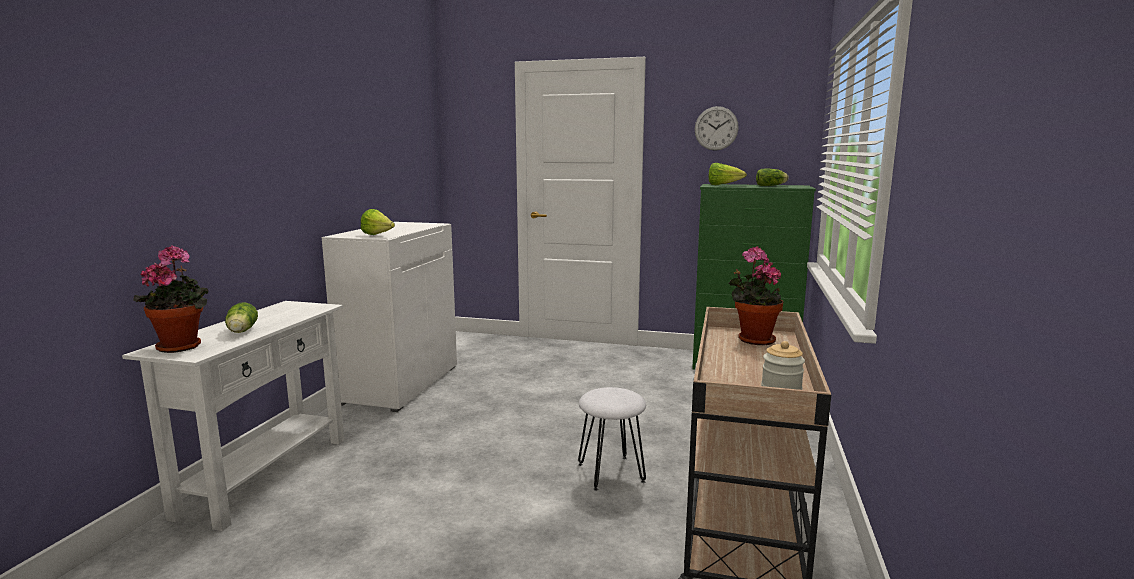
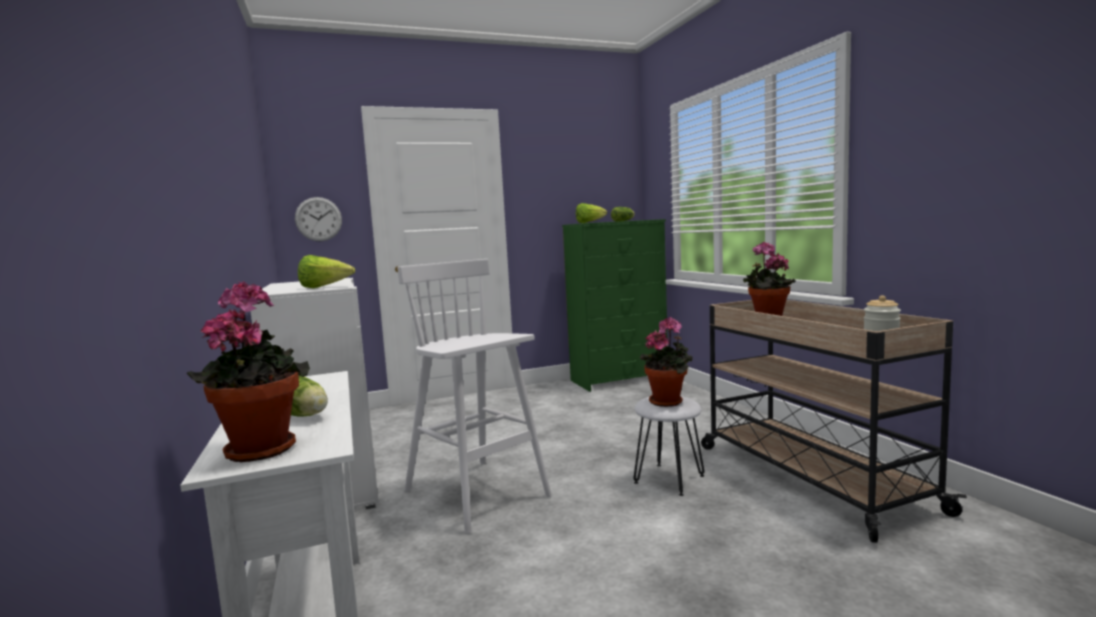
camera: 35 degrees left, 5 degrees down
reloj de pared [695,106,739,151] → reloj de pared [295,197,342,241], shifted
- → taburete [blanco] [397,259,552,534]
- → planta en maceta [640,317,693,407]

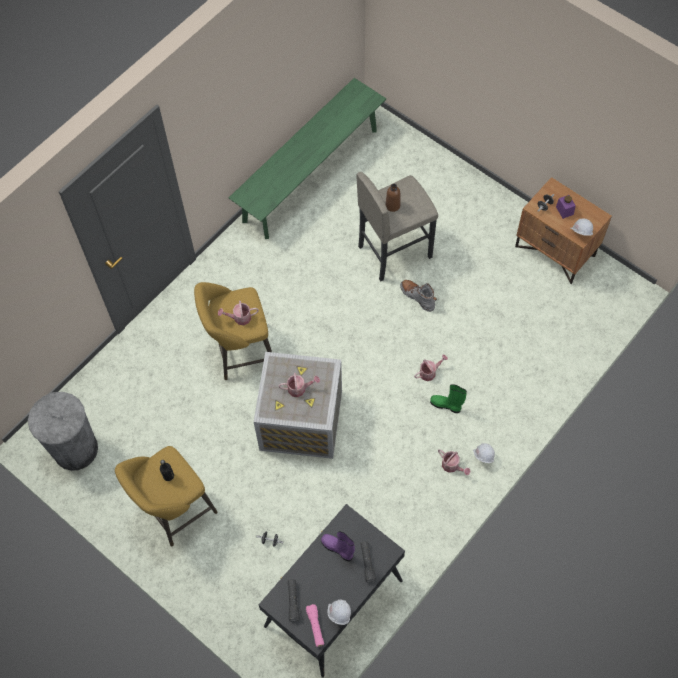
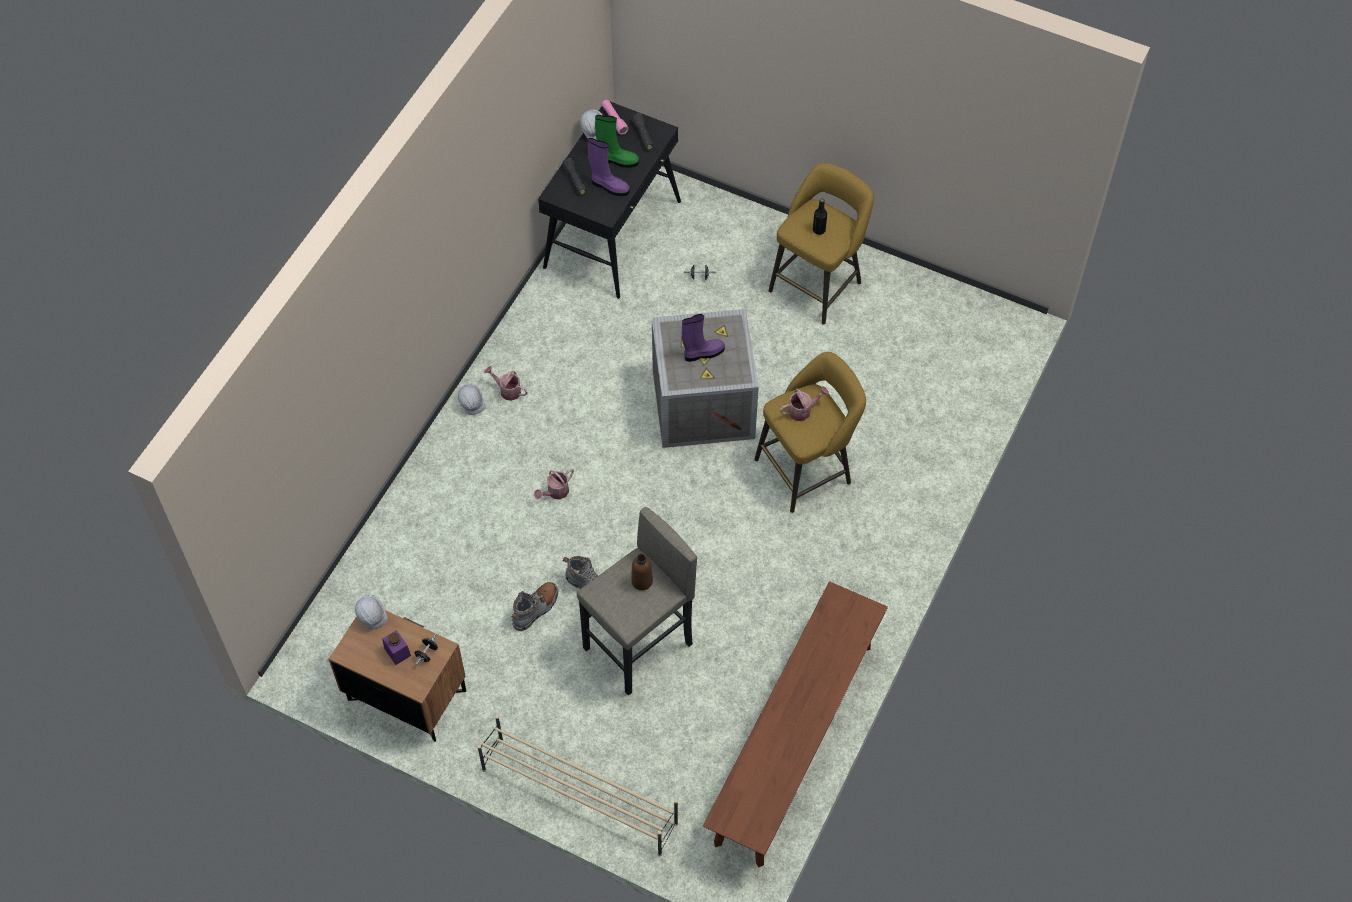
camera: 165 degrees right, 5 degrees down
banco [verde] [229,78,386,239] → banco [marrón] [703,581,888,868]
regadera [279,373,320,397] → bota [morado] [682,314,725,362]
bota [verde] [430,384,467,413] → bota [verde] [595,115,639,168], shifted
papelera [gris] [28,392,98,471] → -
- → bota [gris] [512,582,559,631]
- → zapatero [beis] [477,715,678,856]

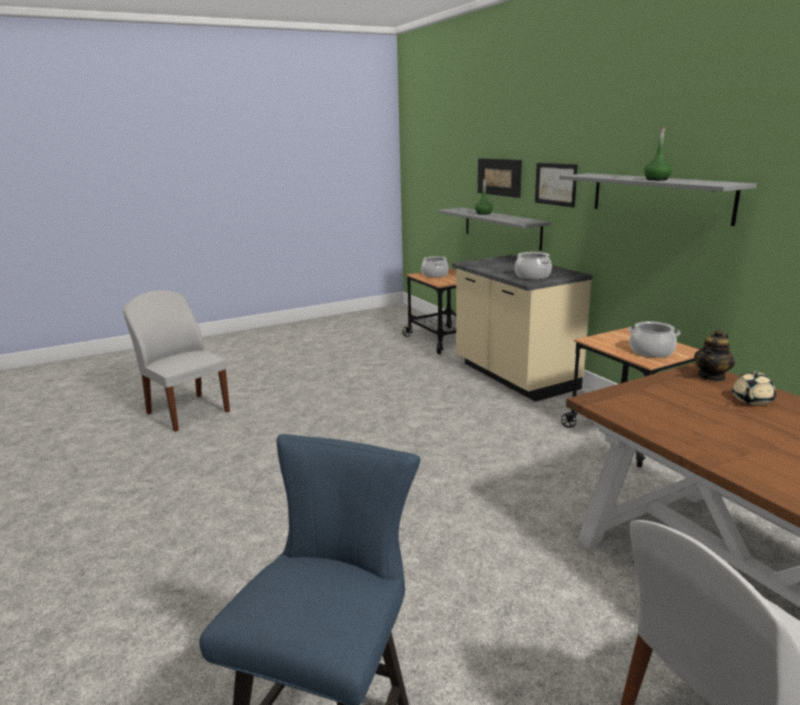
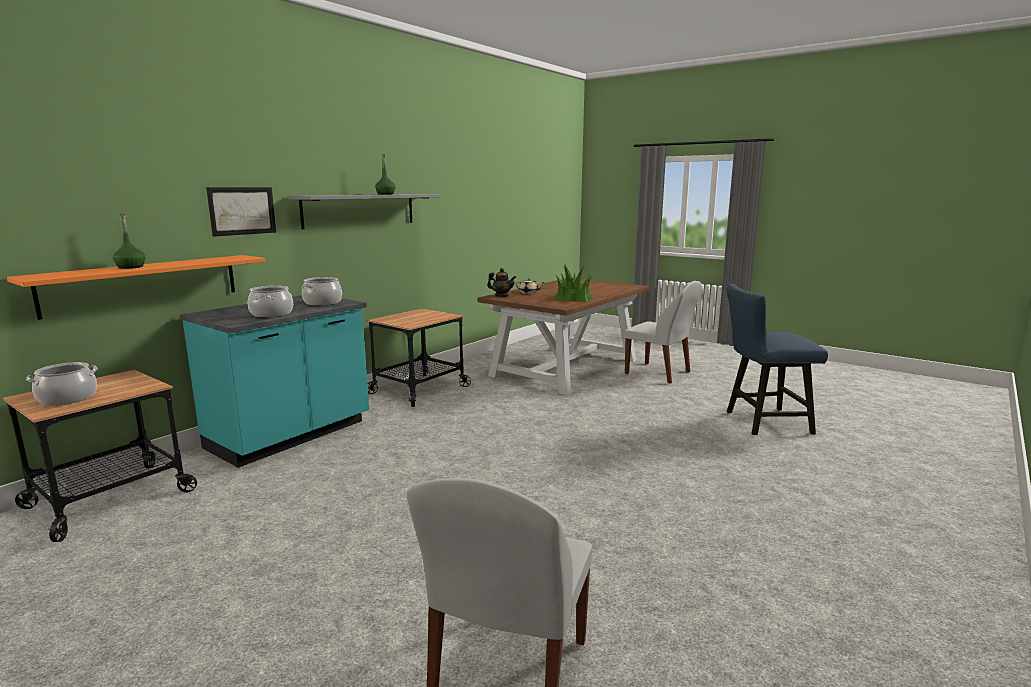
camera: 115 degrees left, 5 degrees down
cuadro [478,158,522,198] → -
estante [gris] [438,208,551,251] → estante [naranja] [7,255,266,320]
mueble bajo de cocina [beis] [452,255,593,402] → mueble bajo de cocina [turquesa] [180,295,369,468]
olla [628,321,681,358] → olla [248,286,293,317], shifted
- → planta en maceta [555,263,592,302]

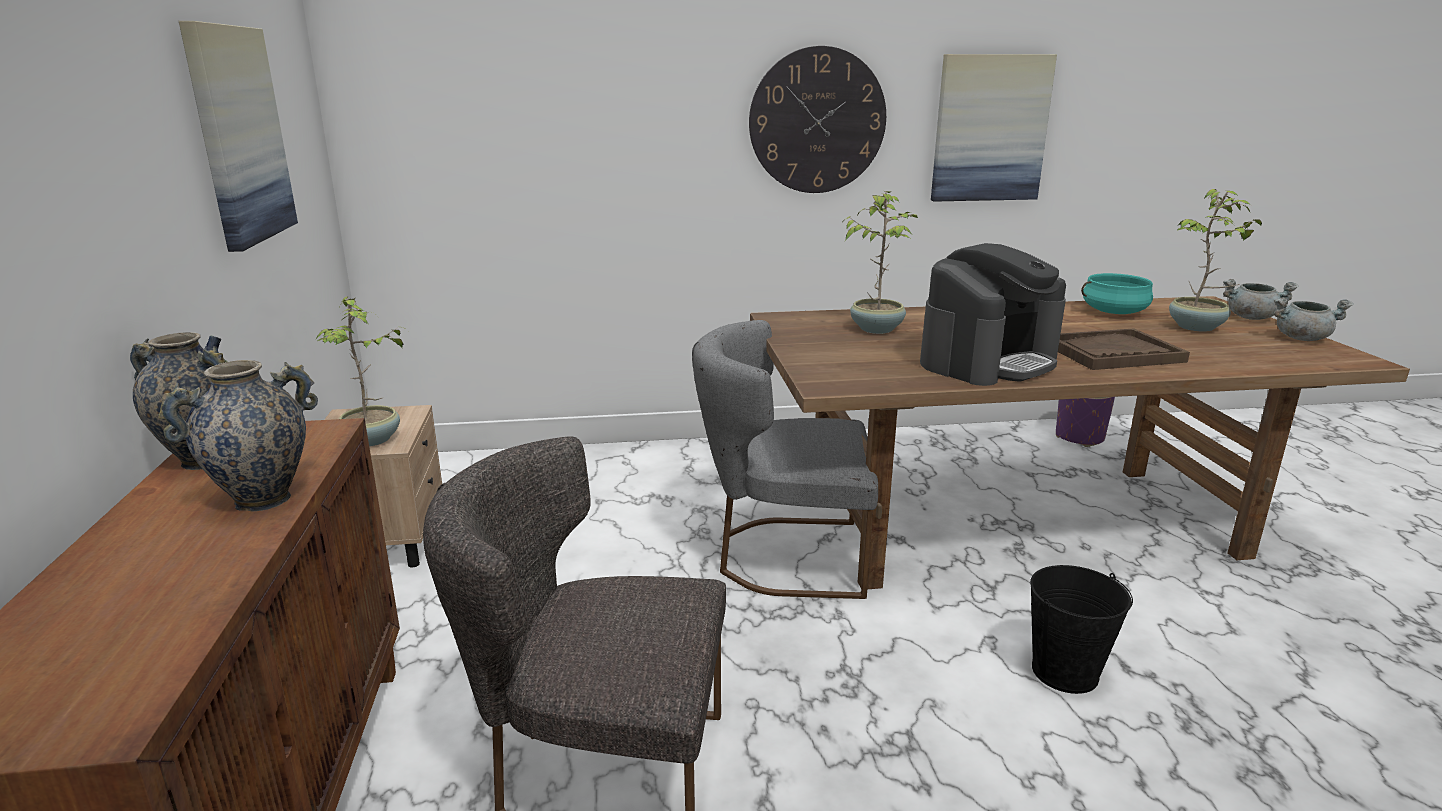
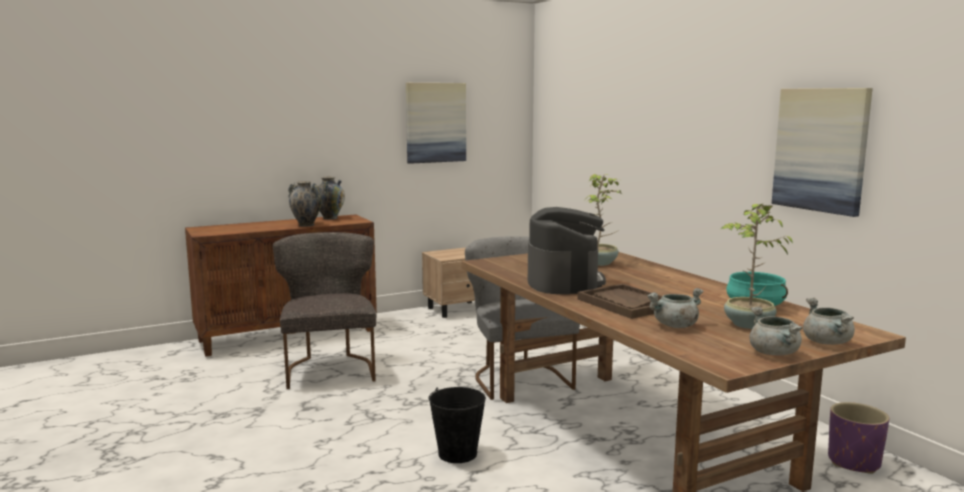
camera: 70 degrees right, 10 degrees down
reloj de pared [749,46,886,193] → -
cafetera [920,243,1066,386] → cafetera [528,207,606,294], 120 degrees counterclockwise
planta en maceta [316,296,407,446] → -
- → olla [gris] [647,288,704,328]

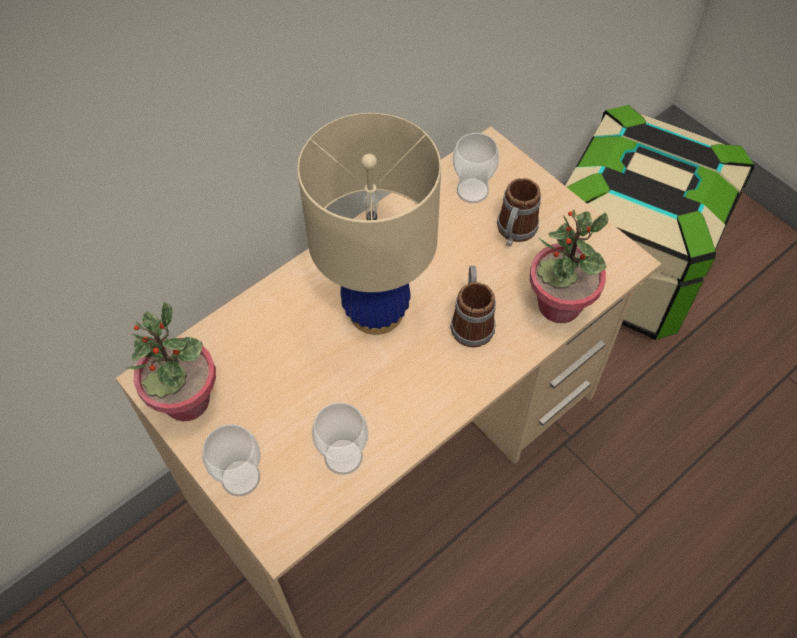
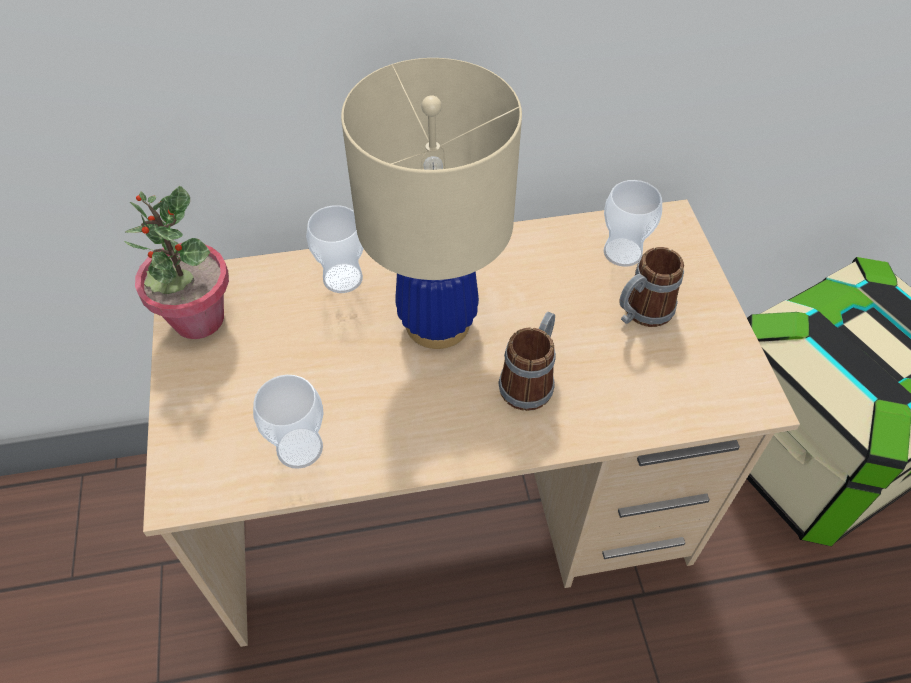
camera: 30 degrees right, 5 degrees down
planta en maceta [529,209,608,323] → -
taza [202,424,261,496] → taza [306,205,364,293], shifted

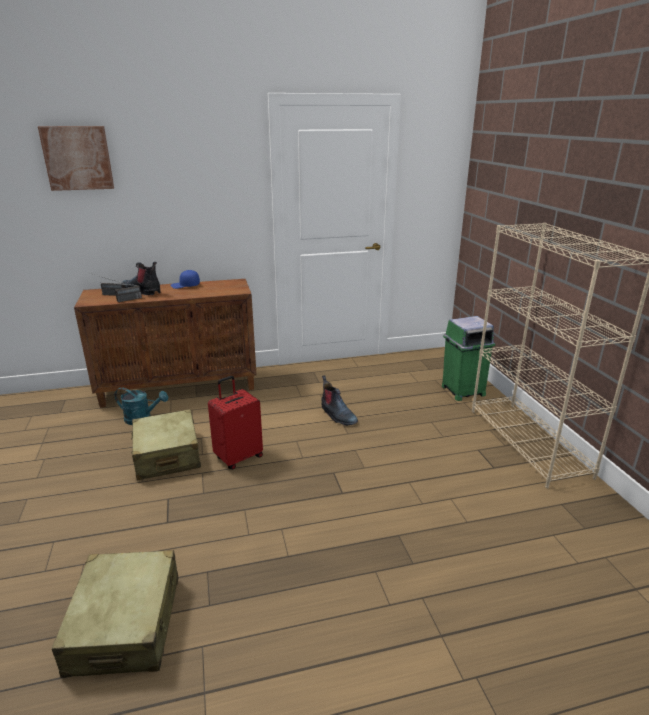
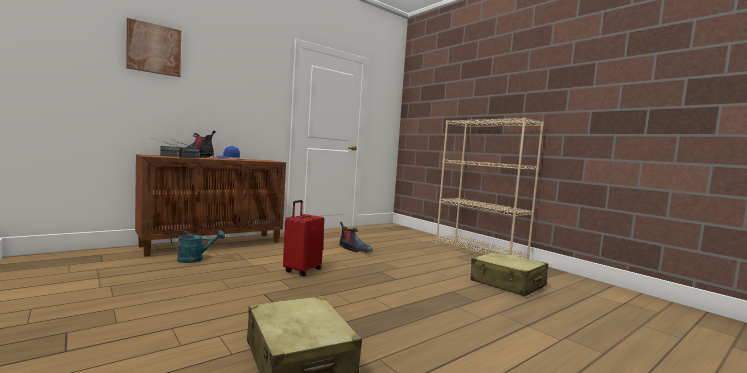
camera: 25 degrees left, 20 degrees down
papelera [verde] [442,316,495,401] → -
maleta [beis] [131,409,201,480] → maleta [beis] [470,251,548,296], shifted

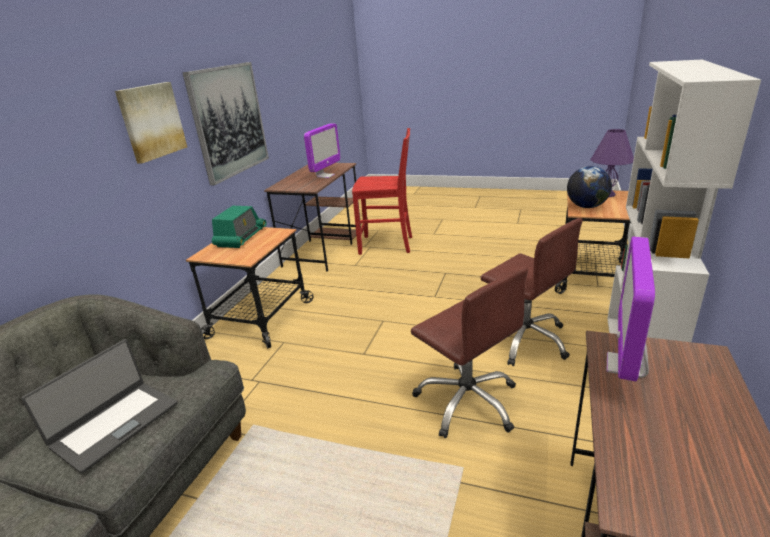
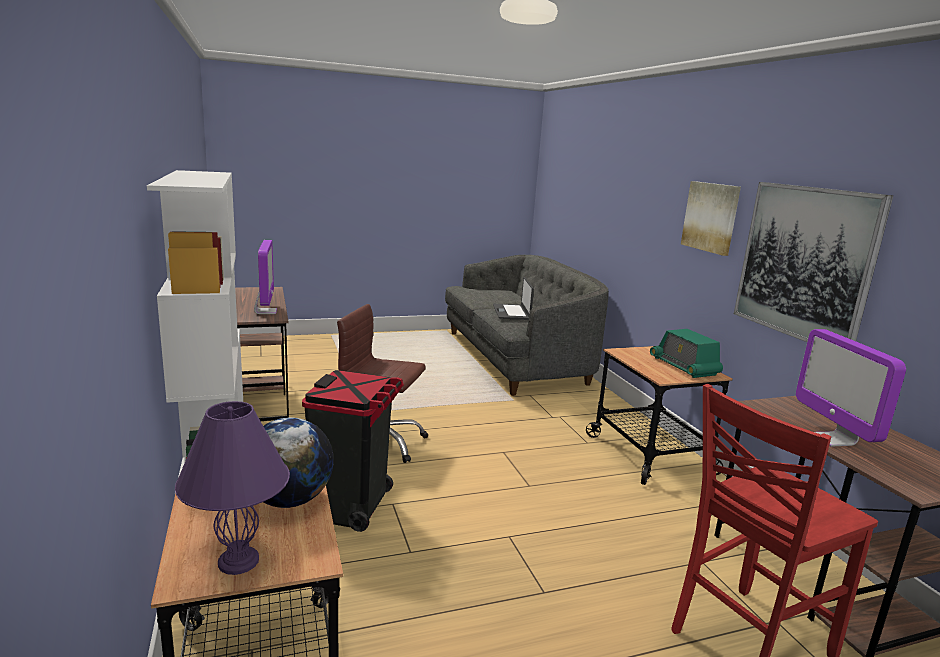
camera: 140 degrees right, 10 degrees down
silla de oficina [marrón] [481,218,583,366] → papelera [negro] [302,370,404,532]

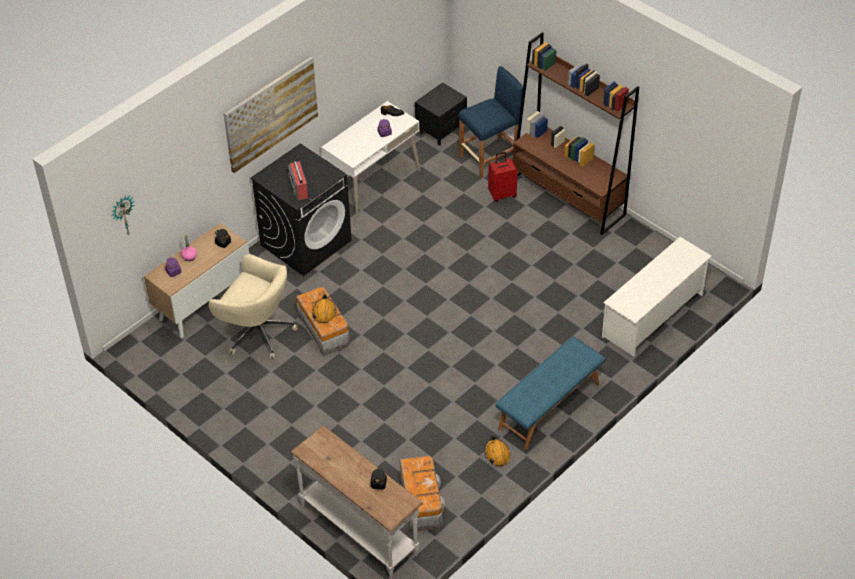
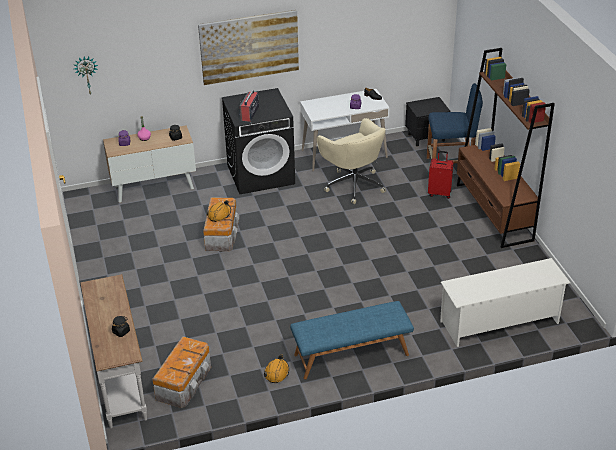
camera: 30 degrees right, 10 degrees down
silla de oficina [beis] [209,254,298,359] → silla de oficina [beis] [317,118,386,204], shifted

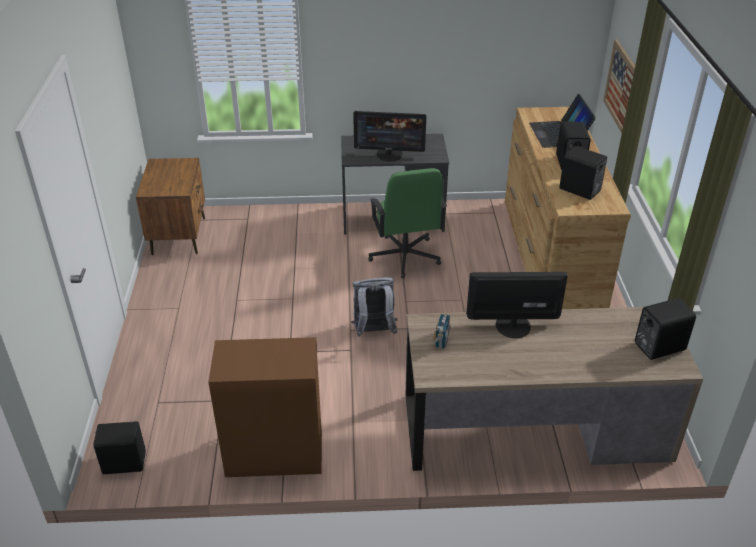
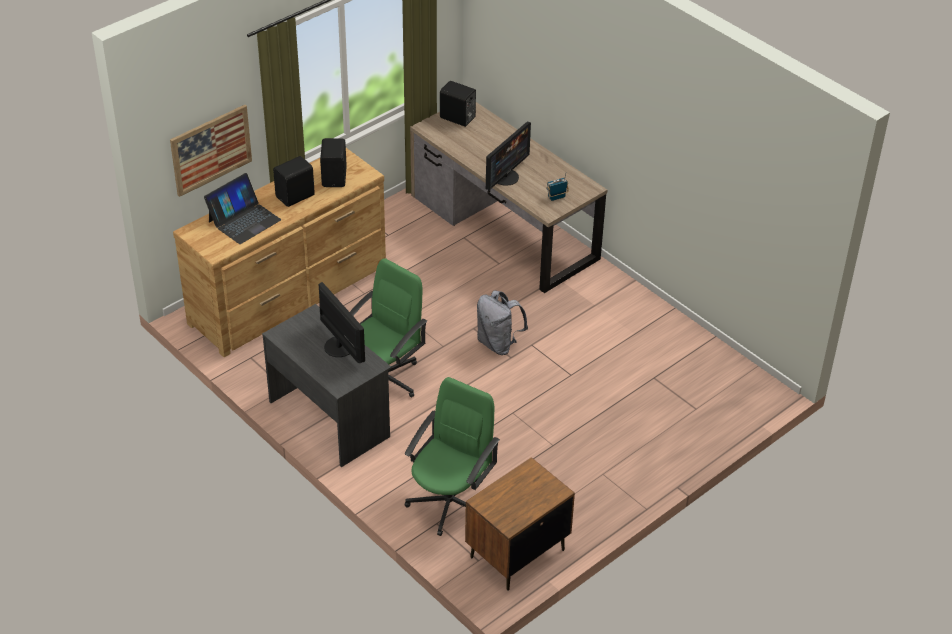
camera: 130 degrees left, 5 degrees up
monitor [466,272,568,338] → monitor [485,121,531,190], 105 degrees counterclockwise
armario [marrón] [208,337,322,477] → -
altavoz [negro] [94,421,146,474] → -
- → silla de oficina [verde] [404,377,500,536]

